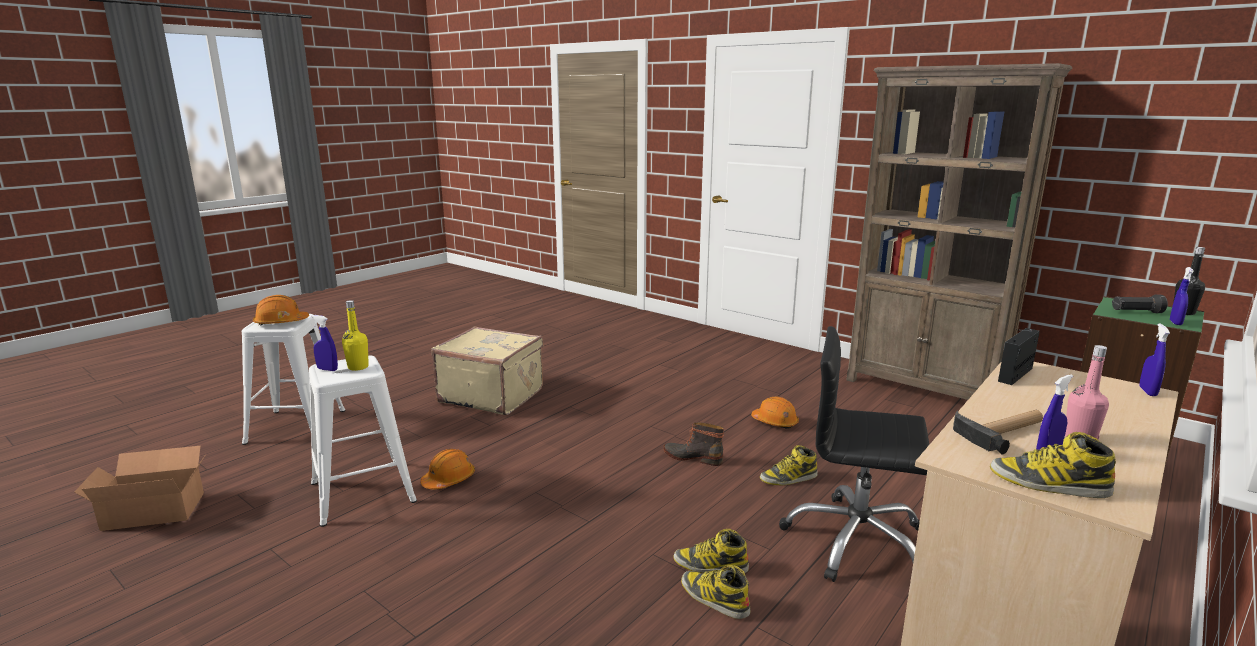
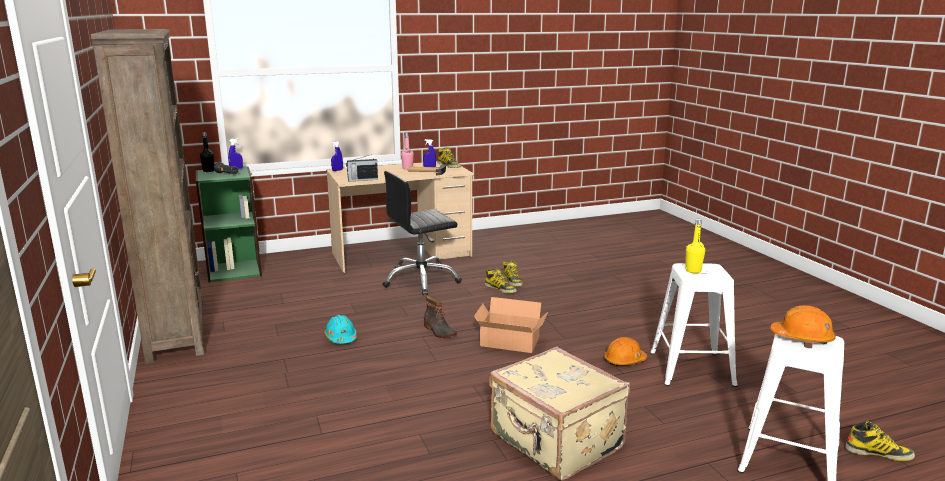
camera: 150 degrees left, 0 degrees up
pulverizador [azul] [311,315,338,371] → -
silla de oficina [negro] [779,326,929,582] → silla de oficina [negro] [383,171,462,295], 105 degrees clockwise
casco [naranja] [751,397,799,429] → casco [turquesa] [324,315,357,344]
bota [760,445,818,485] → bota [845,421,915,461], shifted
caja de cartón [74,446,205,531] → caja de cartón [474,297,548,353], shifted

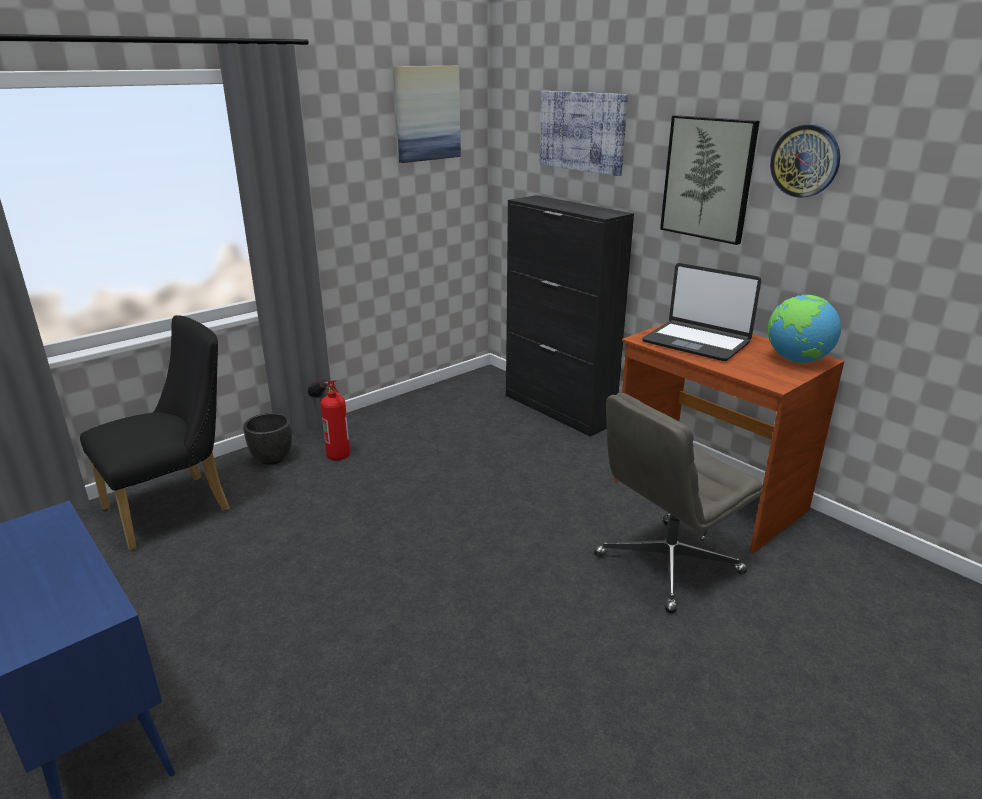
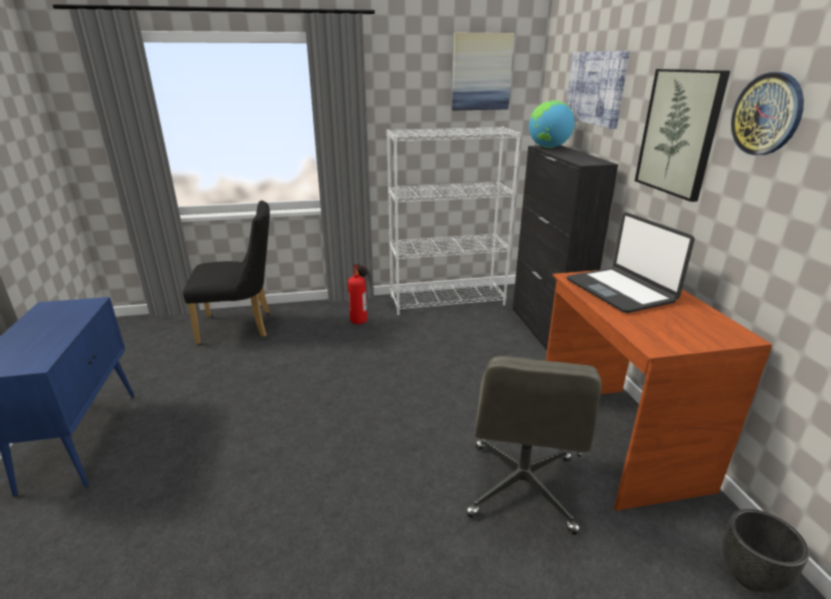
camera: 30 degrees right, 0 degrees up
globo terráqueo [768,295,841,363] → globo terráqueo [529,100,575,148], shifted
silla de oficina [gris] [594,393,763,613] → silla de oficina [gris] [466,356,602,535], 75 degrees counterclockwise
maceta [negro] [243,413,292,465] → maceta [negro] [722,509,809,593], shifted
- → estantería [blanco] [387,127,521,315]

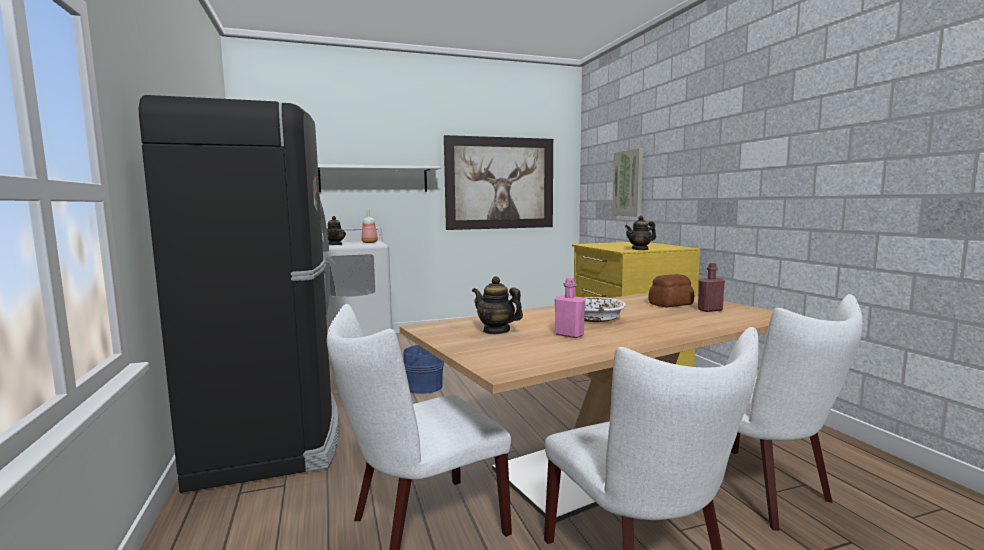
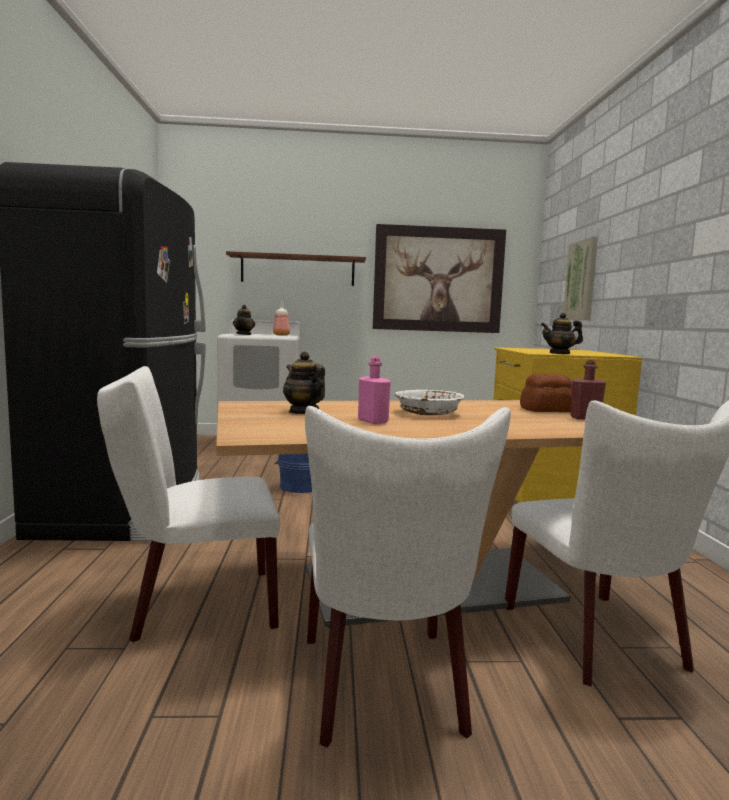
camera: 15 degrees right, 0 degrees up
estante [blanco] [318,164,440,192] → estante [marrón] [226,251,366,286]

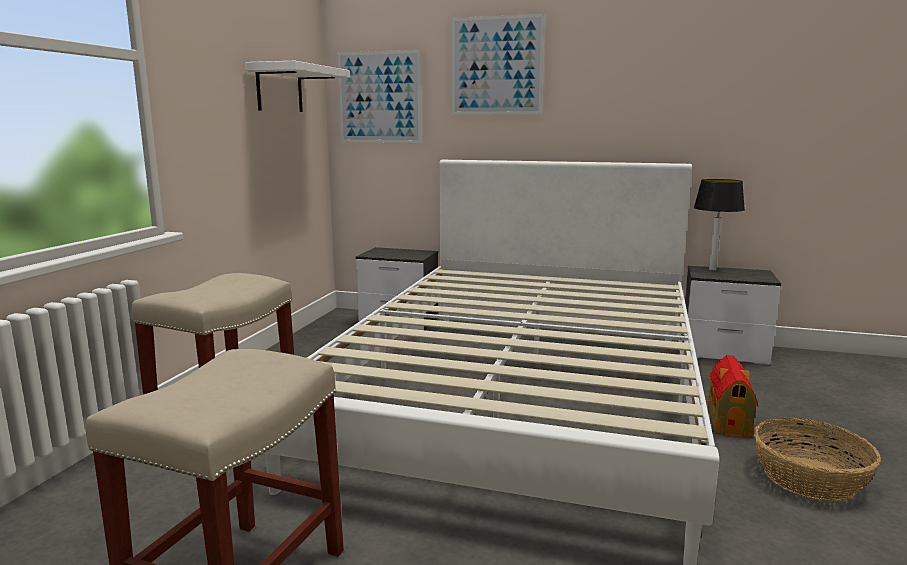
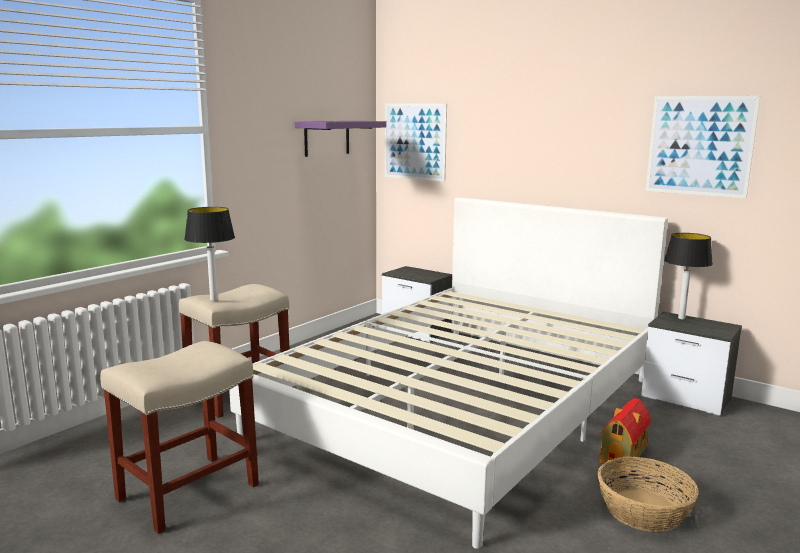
camera: 20 degrees right, 0 degrees up
cuadro [451,14,545,115] → cuadro [646,96,760,198], shifted
estante [blanco] [245,61,350,112] → estante [morado] [295,121,386,157]
- → lámpara de mesa [184,207,235,301]

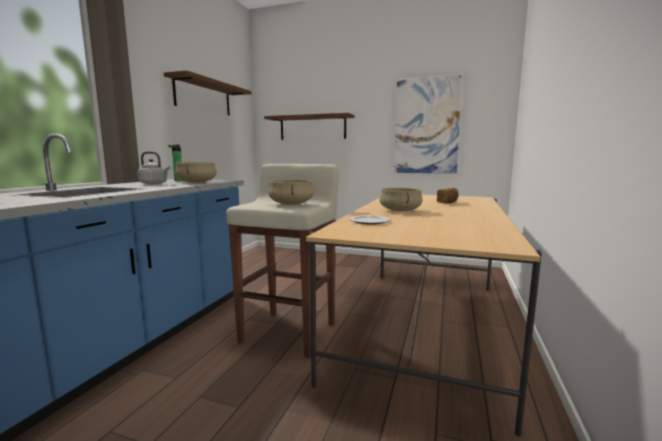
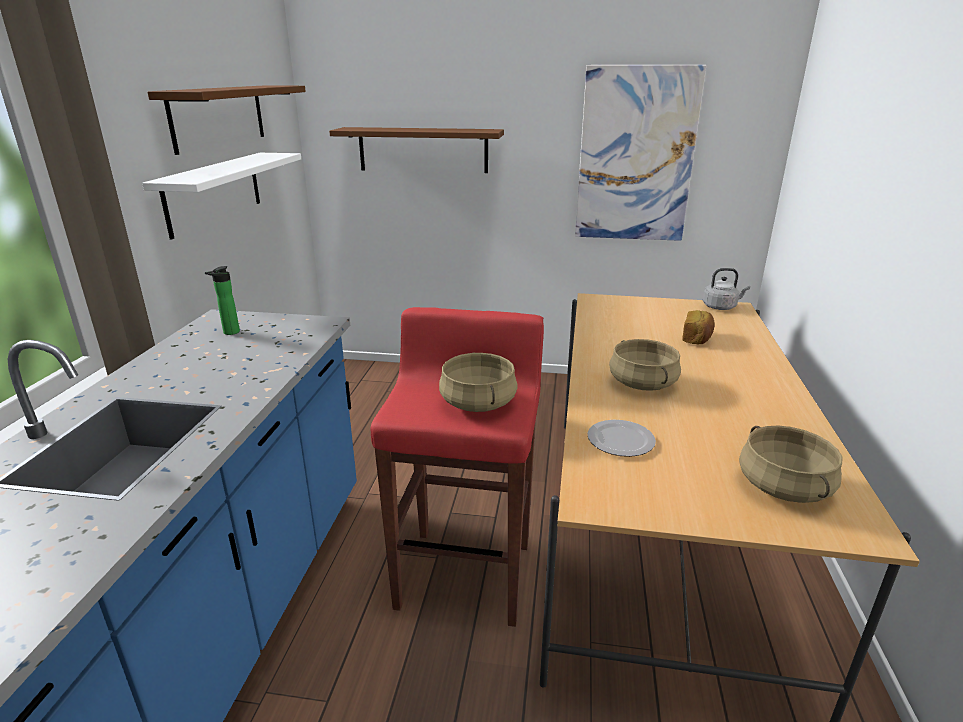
camera: 10 degrees left, 15 degrees up
hervidor [gris] [138,152,170,184] → hervidor [gris] [703,268,750,310], shifted
olla [beis] [175,162,217,183] → olla [beis] [739,425,843,503], shifted
taburete [beis] [226,164,339,358] → taburete [rojo] [371,307,544,627]
- → estante [blanco] [142,153,301,239]

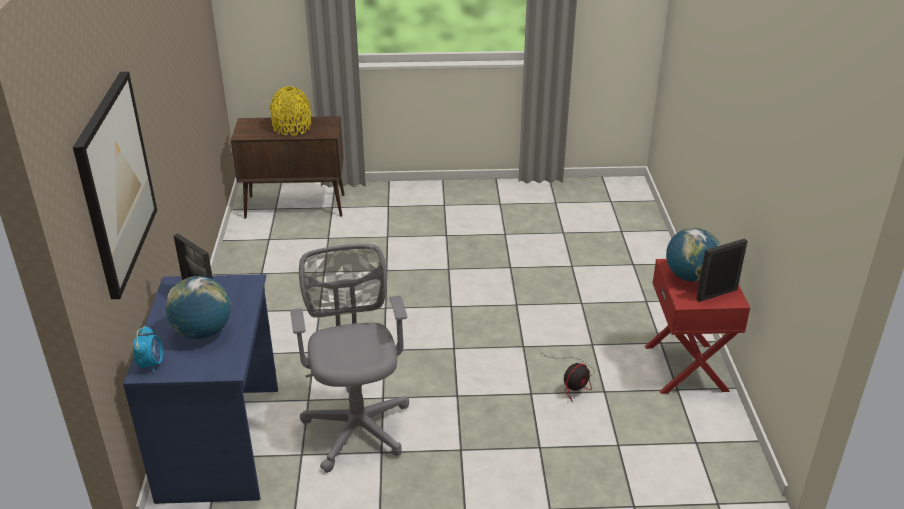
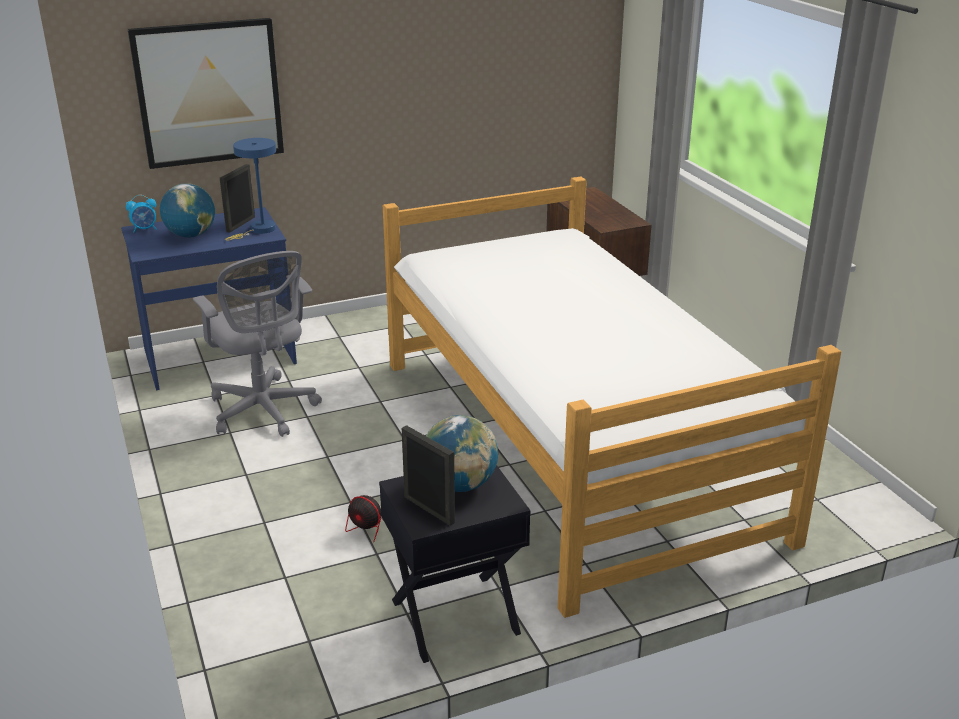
camera: 70 degrees right, 5 degrees down
florero [amarillo] [270,86,311,136] → -
silla de oficina [gris] [290,244,409,473] → silla de oficina [gris] [193,251,322,437], 90 degrees clockwise
mesita de noche [rojo] [645,259,750,394] → mesita de noche [negro] [379,465,531,663]
- → lámpara de mesa [azul] [225,138,276,241]
- → cama [383,177,841,618]

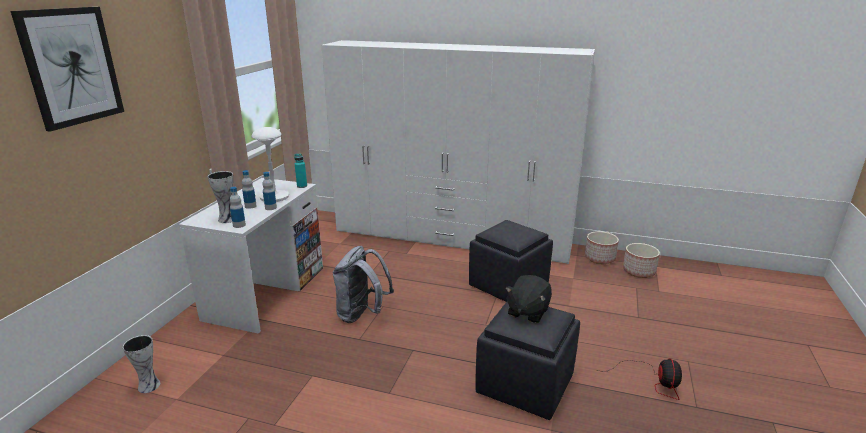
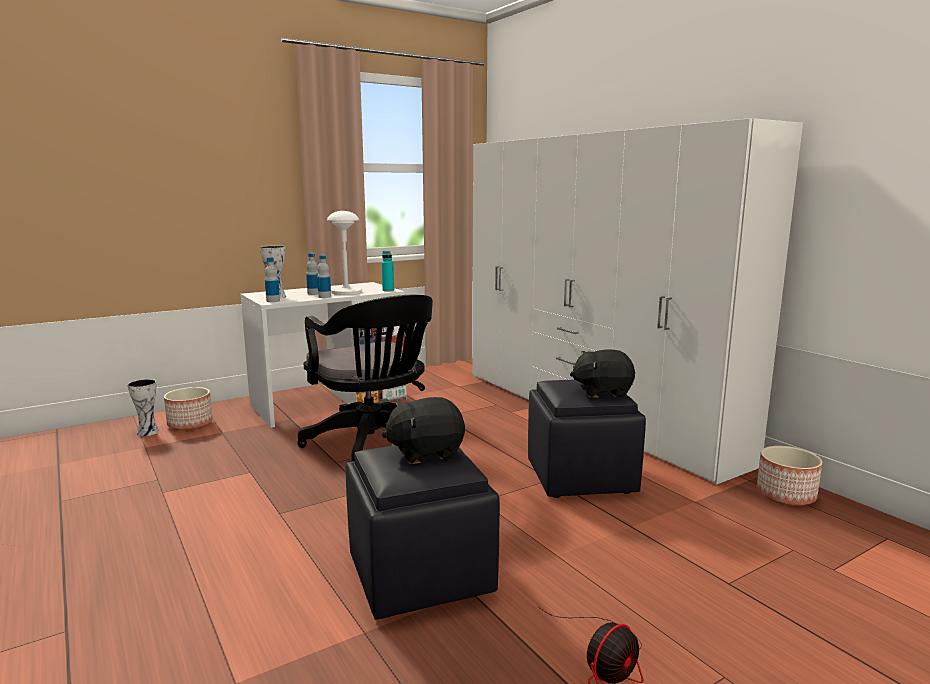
camera: 40 degrees right, 10 degrees down
cuadro [11,7,124,132] → -
maceta [623,243,660,278] → maceta [164,387,213,431], shifted
mochila [gris] [333,246,394,323] → silla de oficina [negro] [297,295,433,462]
- → peluche [negro] [570,349,635,397]

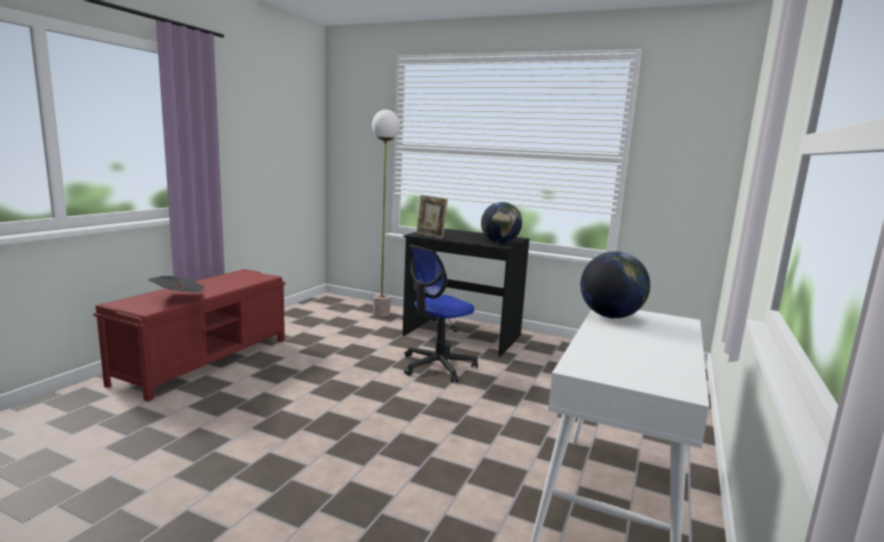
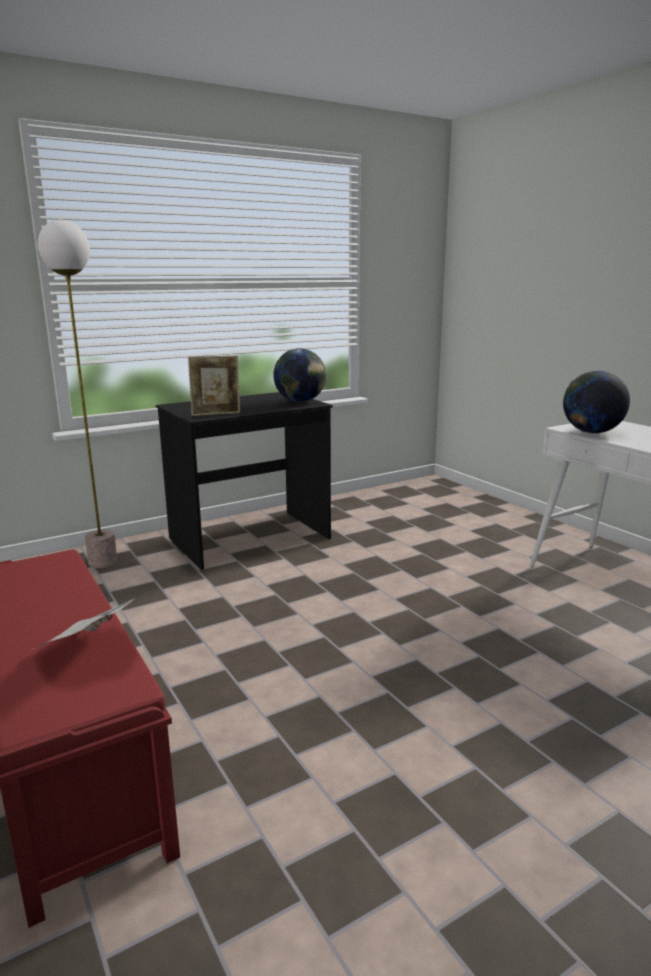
camera: 55 degrees left, 5 degrees up
silla de oficina [404,245,478,383] → -

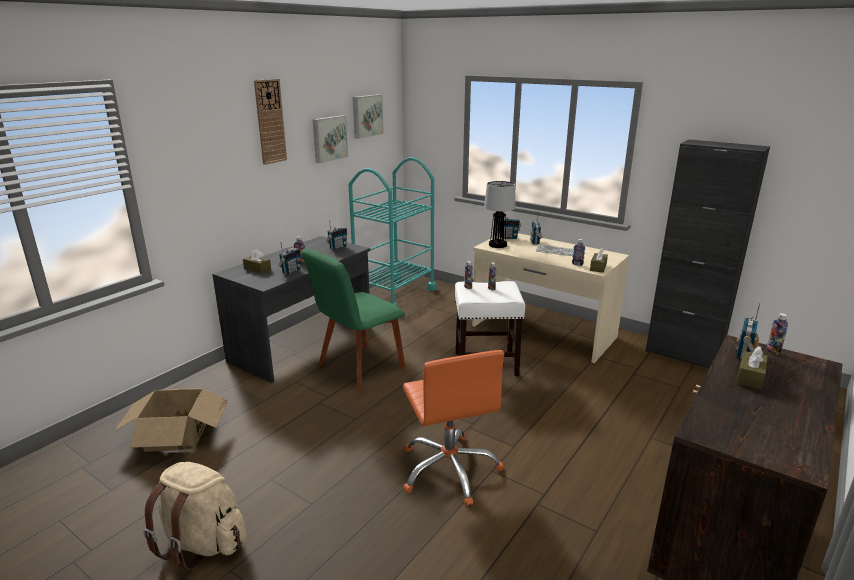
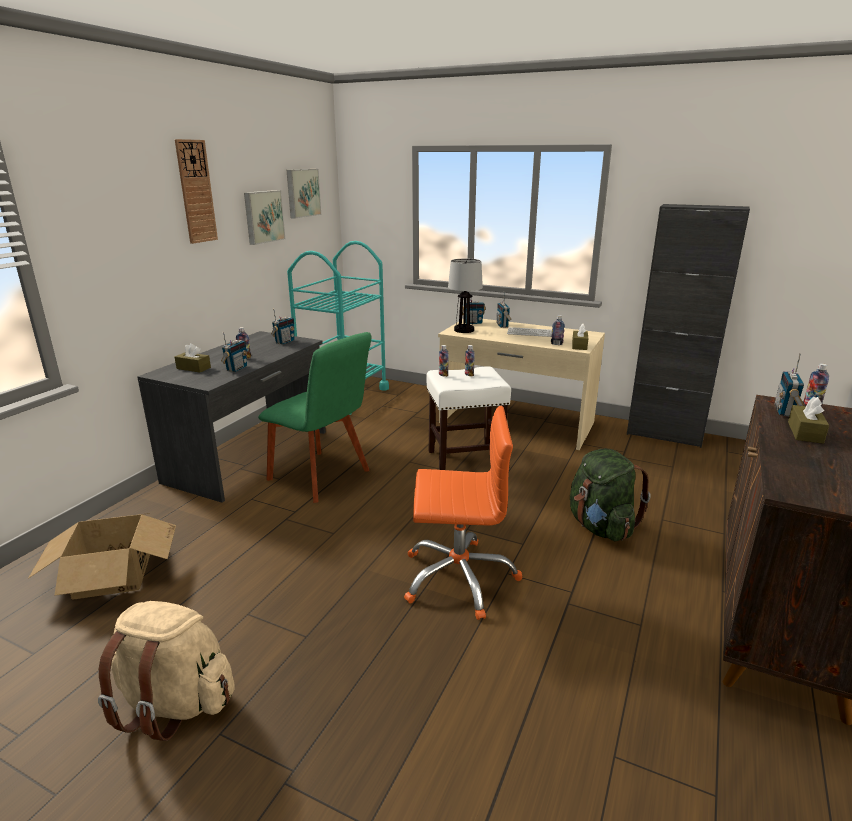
camera: 10 degrees left, 0 degrees up
silla [verde] [301,249,405,391] → silla [verde] [258,332,371,503], 90 degrees counterclockwise
silla de oficina [naranja] [403,350,504,506] → silla de oficina [naranja] [404,406,523,620], 60 degrees counterclockwise
- → mochila [verde] [570,449,650,541]

